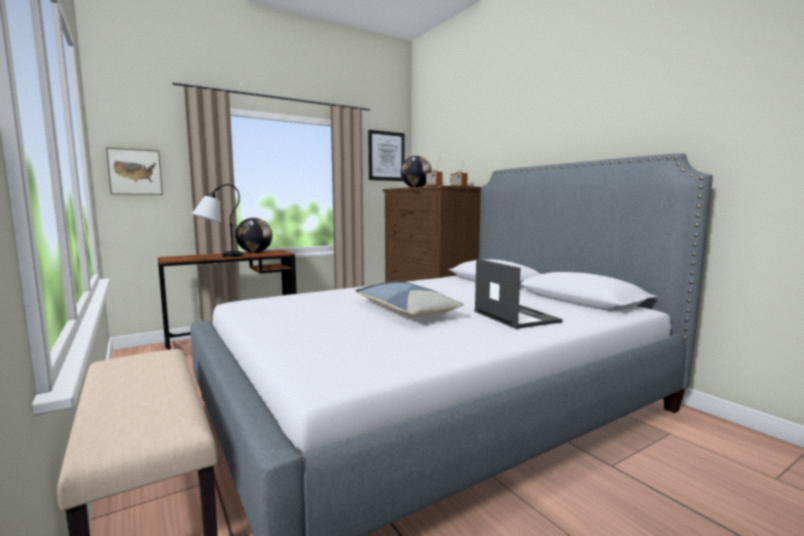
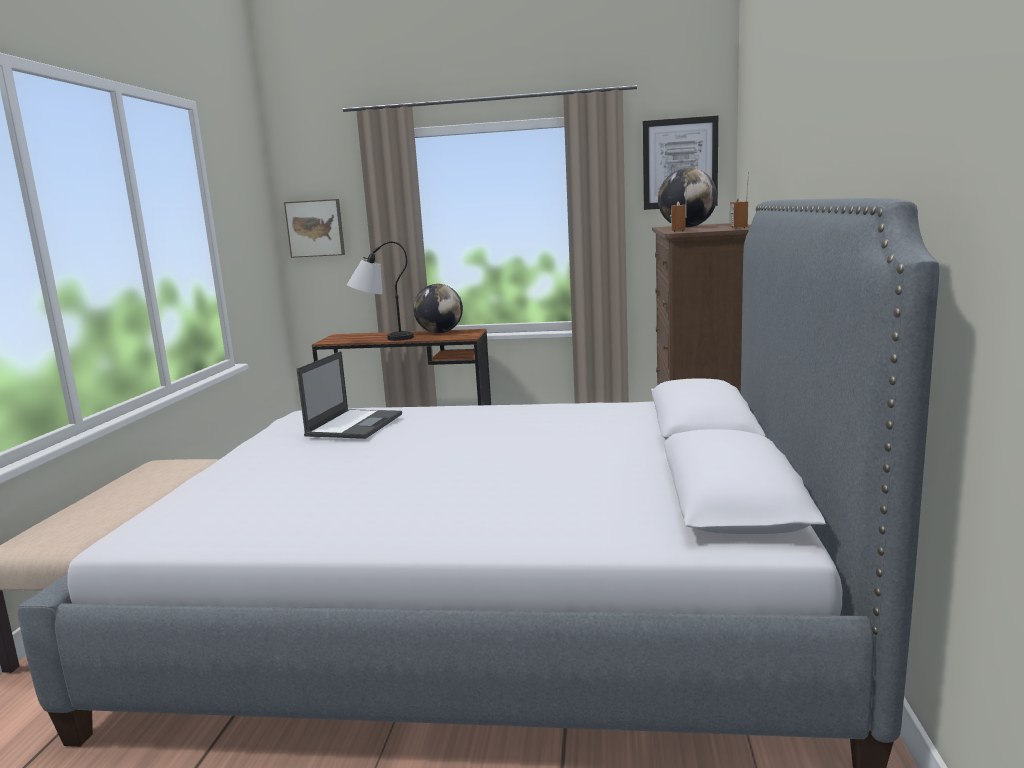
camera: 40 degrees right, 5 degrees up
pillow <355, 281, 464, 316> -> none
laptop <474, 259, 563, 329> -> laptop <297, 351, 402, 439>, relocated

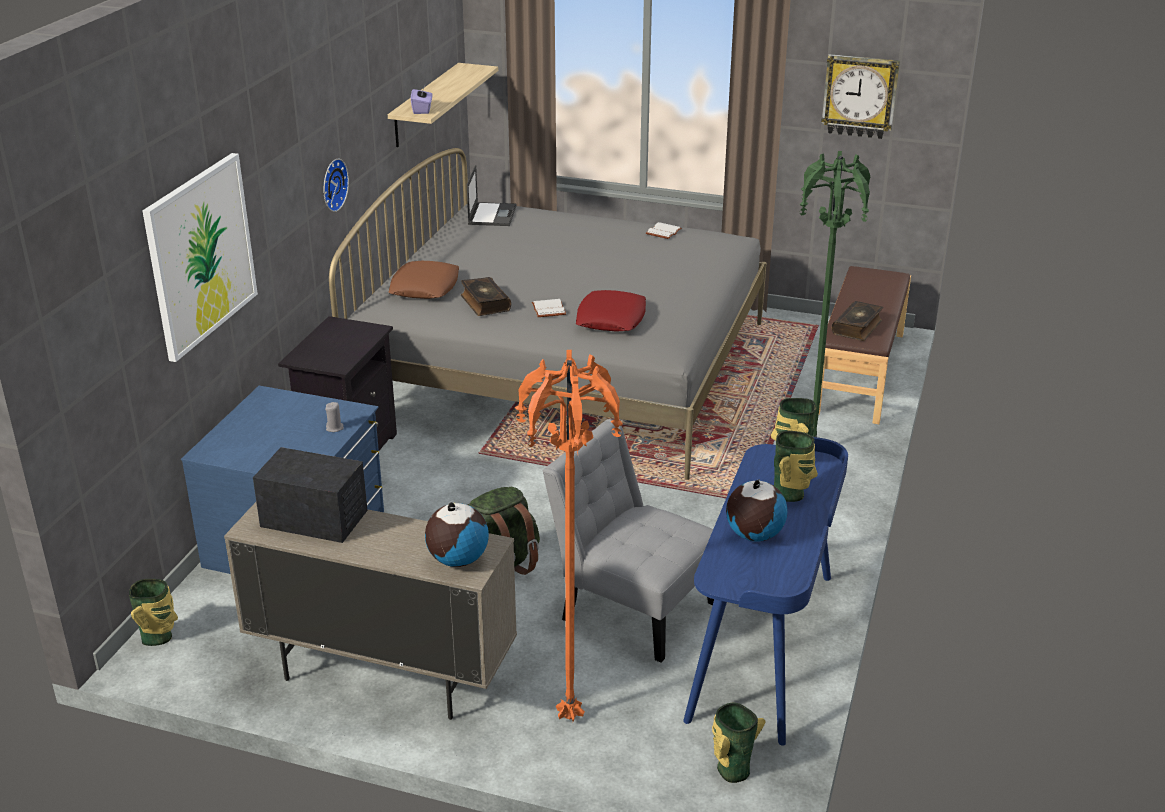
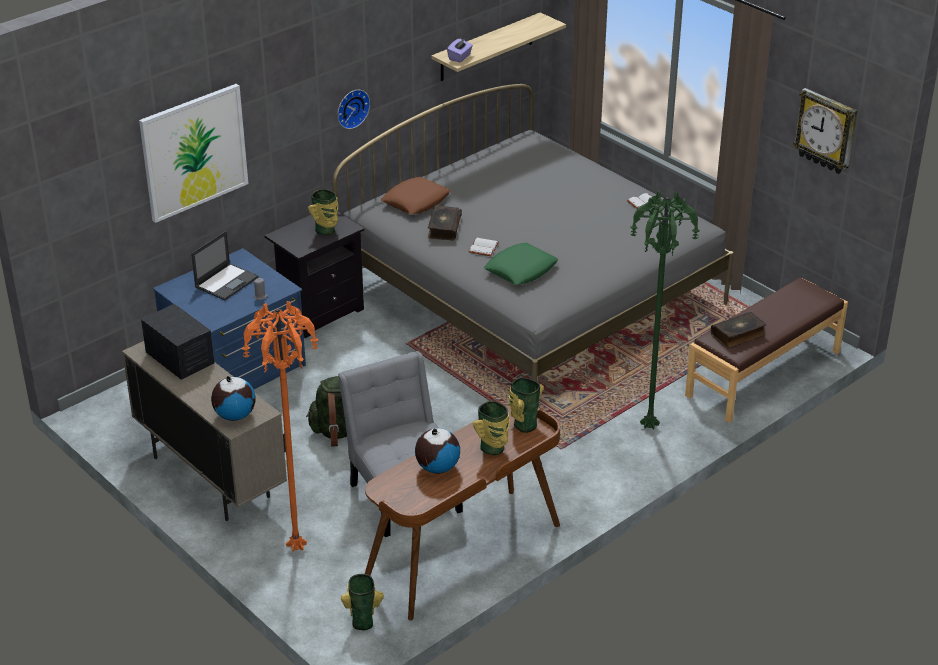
camera: 30 degrees right, 5 degrees up
vase <129, 579, 178, 646> -> vase <308, 189, 338, 235>, relocated
laptop <467, 165, 517, 226> -> laptop <191, 231, 259, 300>, relocated
pillow (red) <576, 290, 646, 331> -> pillow (green) <484, 243, 558, 285>
desk (blue) <683, 437, 848, 745> -> desk (brown) <365, 405, 560, 621>

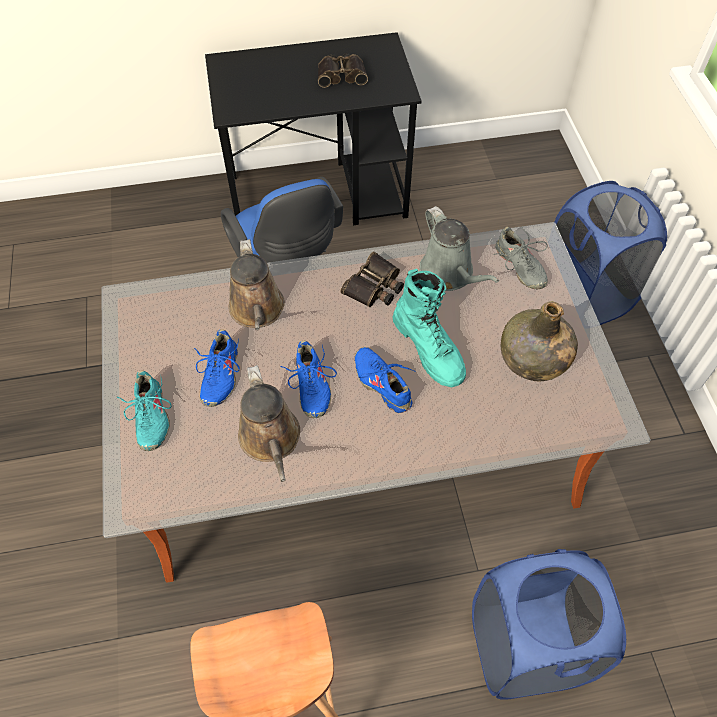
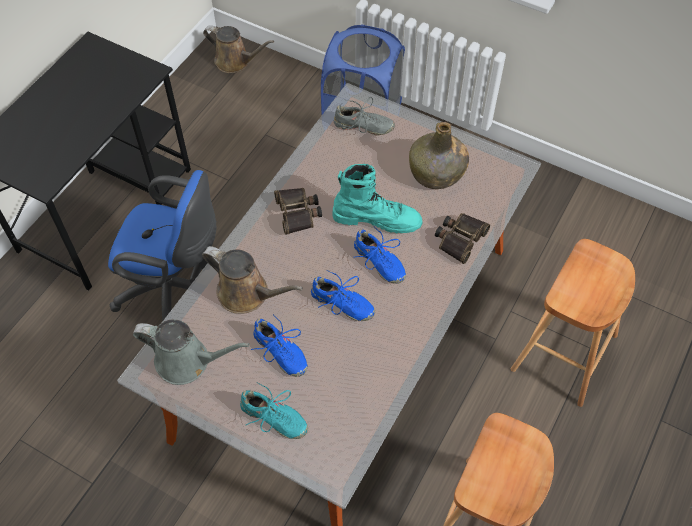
camera: 50 degrees left, 0 degrees up
watering can (brown) <238, 365, 300, 482> -> watering can (brown) <203, 25, 274, 73>, relocated
binoculars <318, 53, 368, 88> -> binoculars <435, 213, 490, 264>, relocated
watering can (grey) <419, 206, 499, 291> -> watering can (grey) <133, 319, 250, 385>, relocated
laundry basket (blue) <472, 549, 626, 700> -> stool (brown) <511, 239, 635, 407>
shoe (blue) <355, 347, 416, 413> -> shoe (blue) <353, 228, 406, 284>, 135 degrees counterclockwise

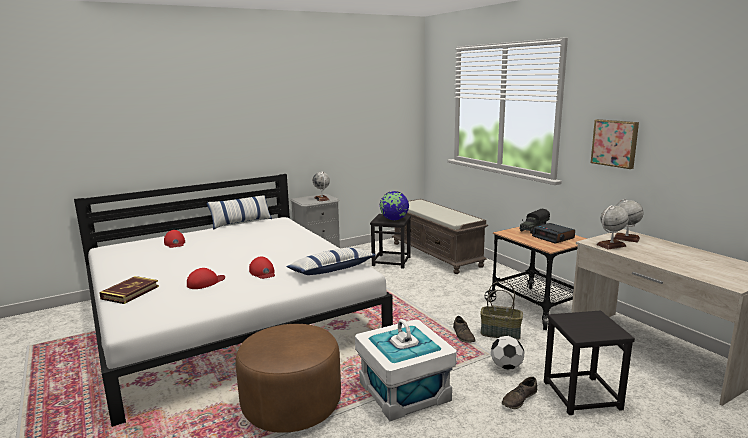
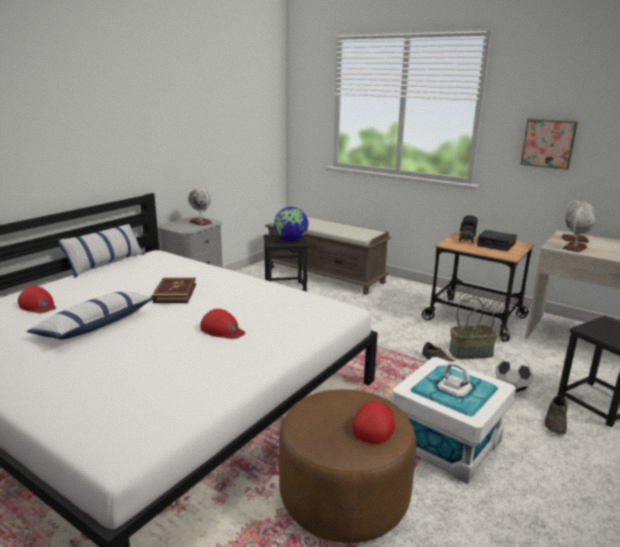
camera: 25 degrees left, 5 degrees up
book <99, 276, 159, 304> -> book <152, 277, 196, 303>, relocated
cap (red) <187, 268, 225, 289> -> cap (red) <352, 401, 395, 444>, relocated
pillow <286, 248, 376, 275> -> pillow <26, 291, 155, 340>, relocated

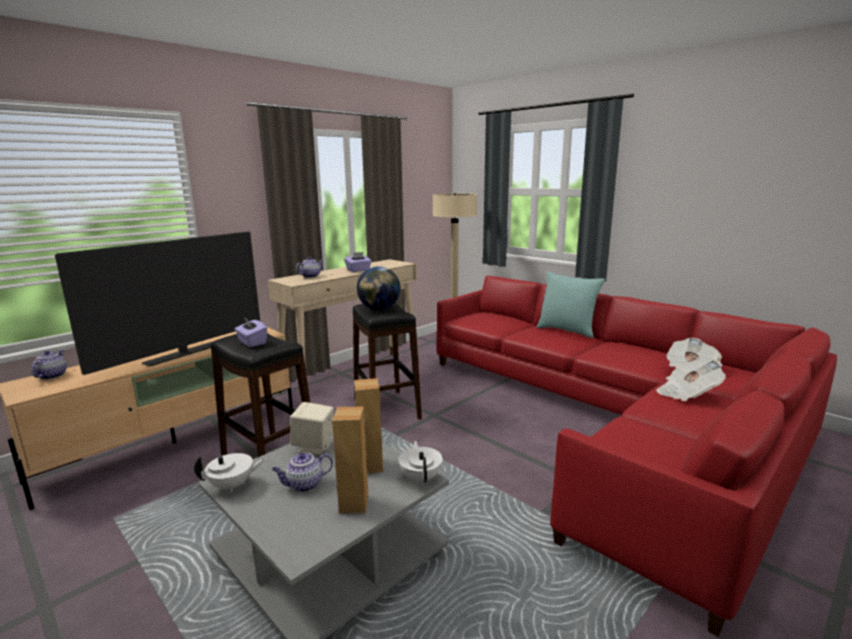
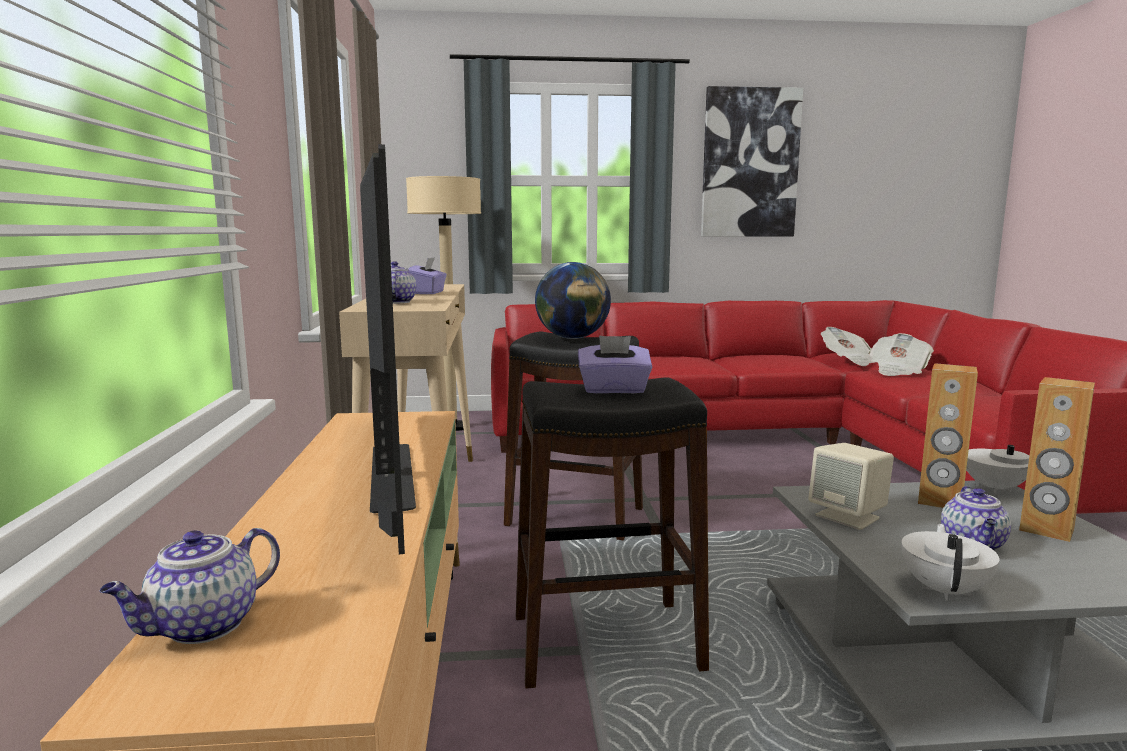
camera: 50 degrees left, 5 degrees down
pillow (turquoise) <537, 271, 605, 338> -> none
none -> picture <701, 86, 803, 236>
teapot <31, 350, 67, 380> -> teapot <100, 528, 280, 644>, 90 degrees counterclockwise

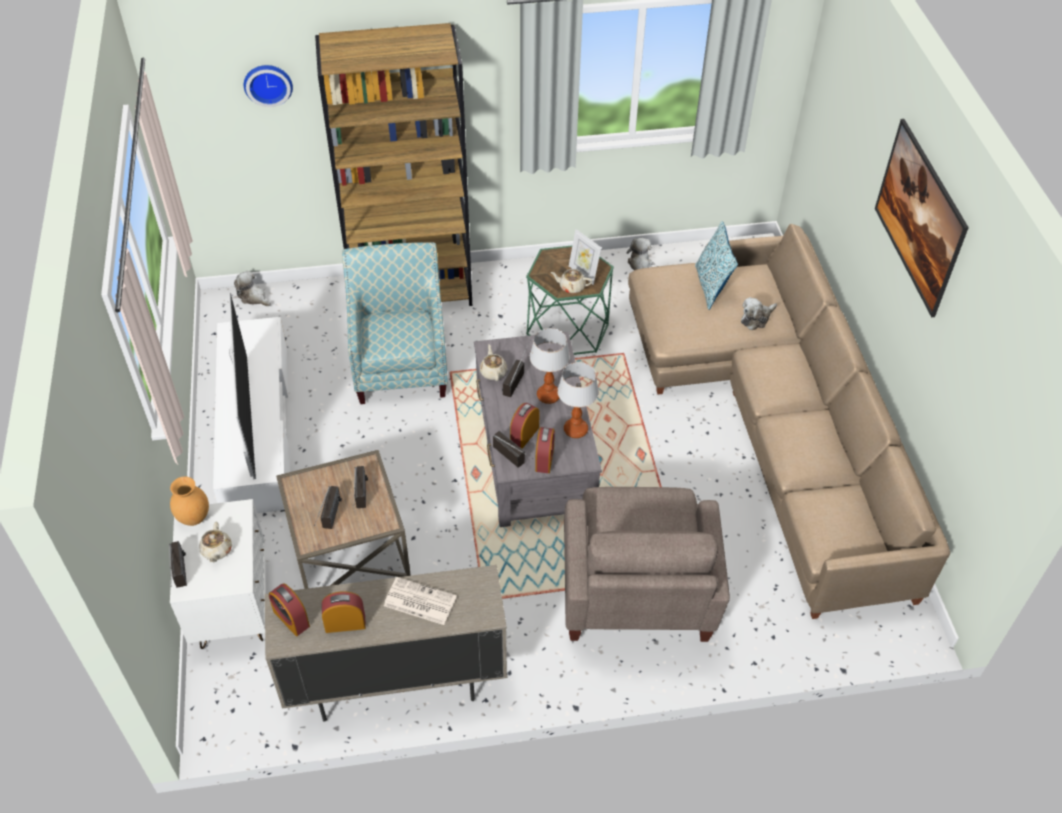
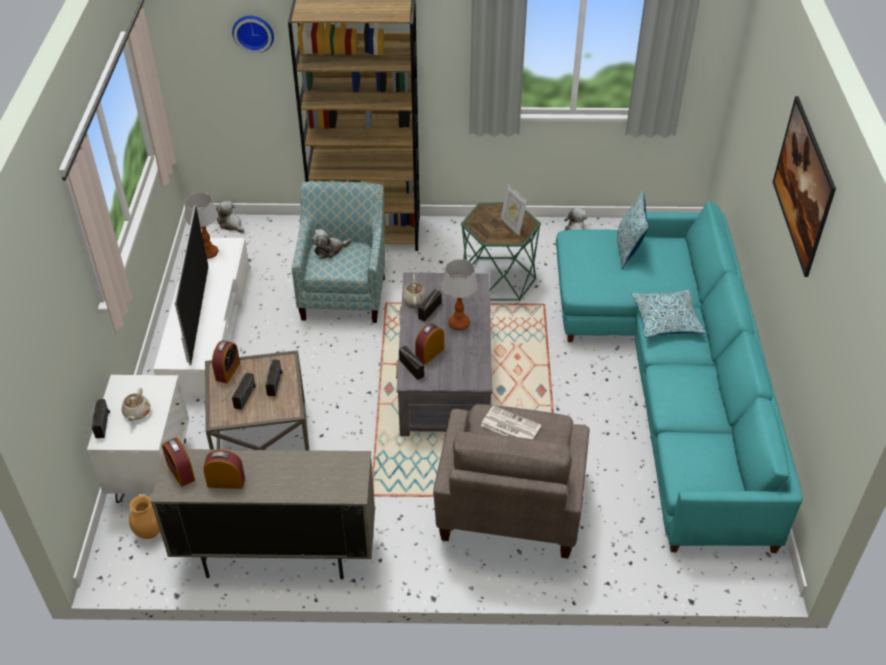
camera: 10 degrees right, 5 degrees down
teapot (beige) <551, 269, 592, 294> -> none
none -> pillow <631, 290, 706, 338>
vase (brown) <170, 477, 209, 526> -> vase (brown) <129, 495, 160, 539>, relocated
newspaper <384, 577, 457, 625> -> newspaper <481, 405, 541, 439>, relocated
alarm clock <535, 427, 555, 473> -> alarm clock <212, 340, 240, 383>, relocated
table lamp <557, 362, 599, 438> -> table lamp <185, 193, 218, 259>, relocated
plush toy <741, 297, 777, 330> -> plush toy <311, 229, 351, 259>, relocated
sofa (beige) <628, 224, 950, 619> -> sofa (turquoise) <556, 201, 803, 553>

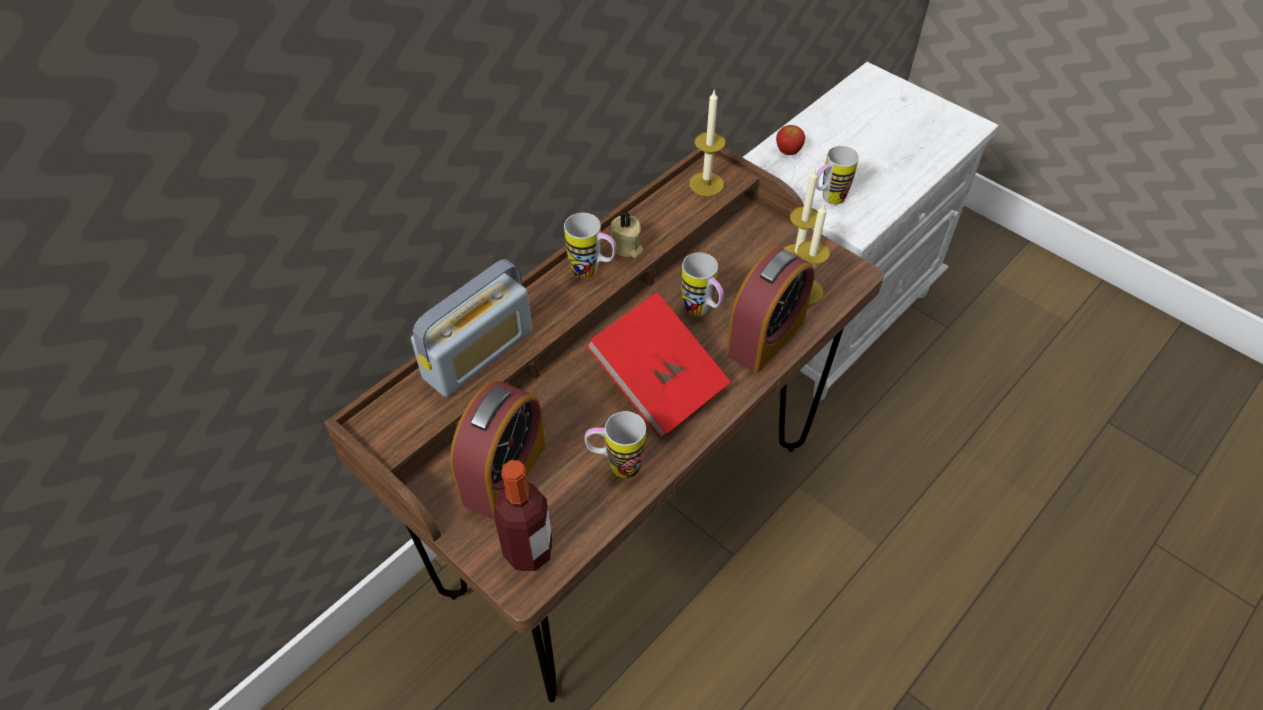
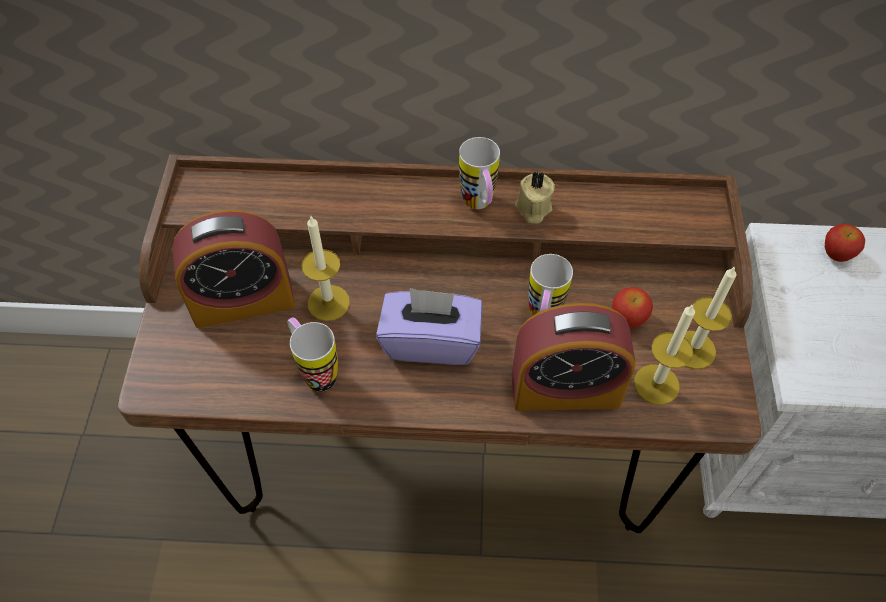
camera: 50 degrees right, 5 degrees up
radio <411, 259, 532, 397> -> none
bottle <494, 460, 552, 572> -> none
mug <816, 146, 859, 205> -> none
none -> apple <612, 287, 653, 328>
candle <689, 89, 726, 196> -> candle <302, 216, 350, 321>, relocated
book (red) <586, 292, 731, 439> -> tissue box (purple) <376, 288, 482, 365>

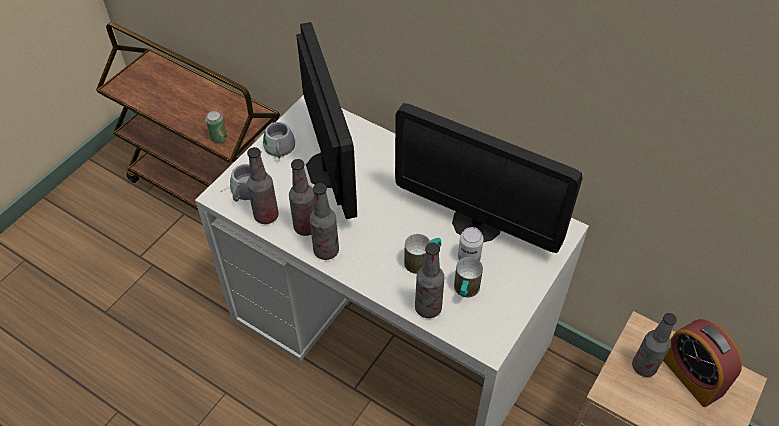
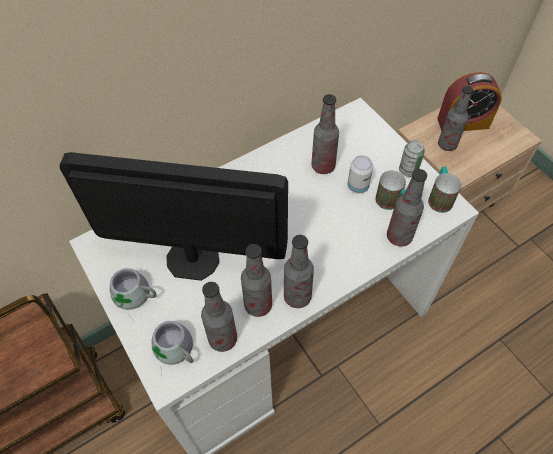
camera: 65 degrees left, 5 degrees up
can <206, 110, 227, 143> -> can <399, 140, 425, 177>, relocated
mug <404, 234, 441, 274> -> mug <428, 166, 461, 213>, relocated
monitor <395, 103, 583, 253> -> bottle <311, 94, 339, 174>

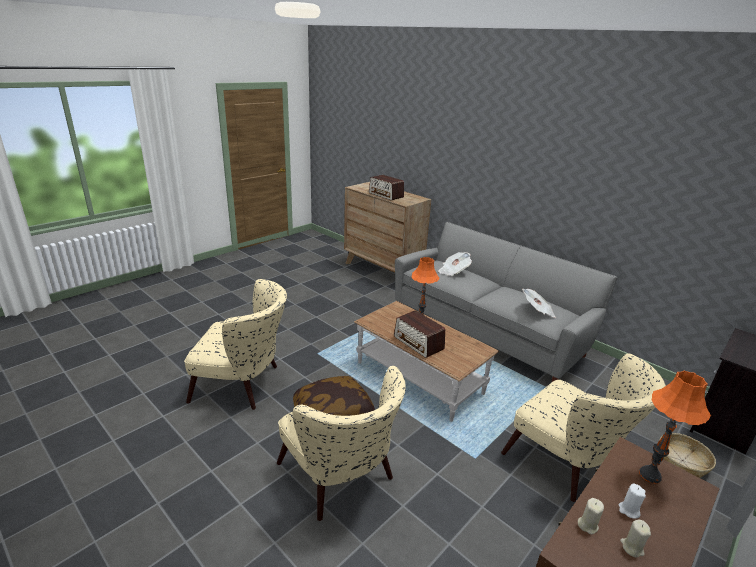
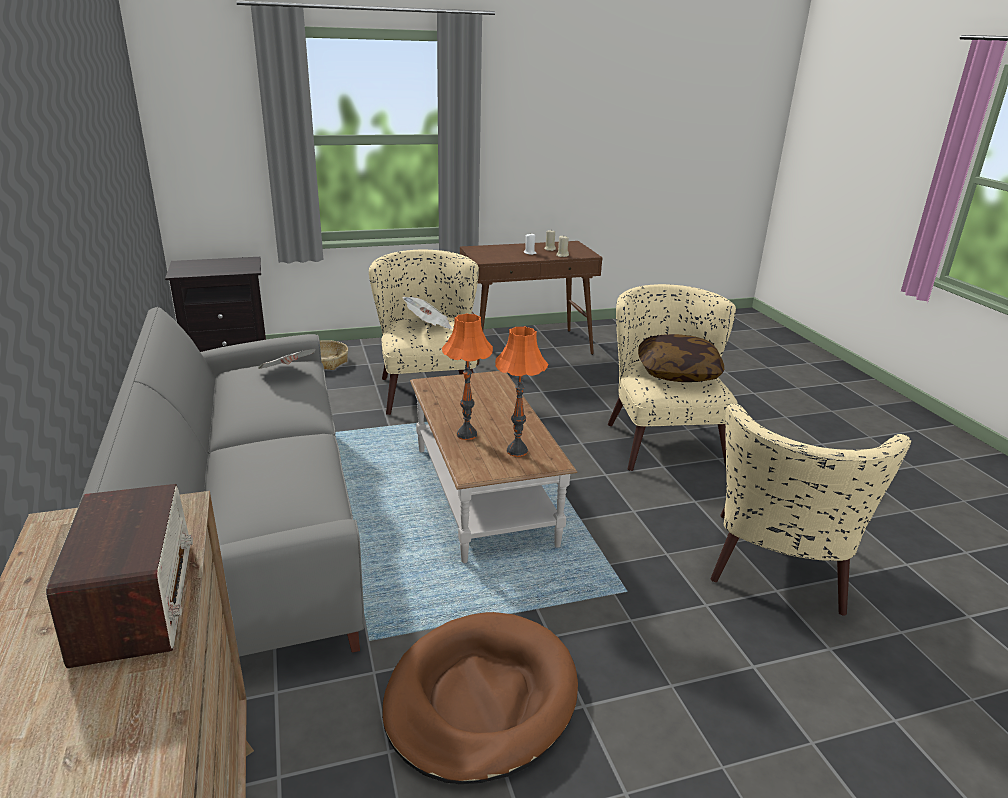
camera: 150 degrees left, 0 degrees up
radio <394, 310, 445, 358> -> none
none -> dog bed (brown) <382, 612, 578, 784>
newspaper <438, 252, 472, 276> -> newspaper <403, 297, 452, 329>, relocated
table lamp (orange) <639, 370, 711, 484> -> table lamp (orange) <495, 326, 548, 457>, relocated
armchair (beige) <184, 279, 287, 410> -> armchair (beige) <711, 404, 911, 616>, 105 degrees counterclockwise

